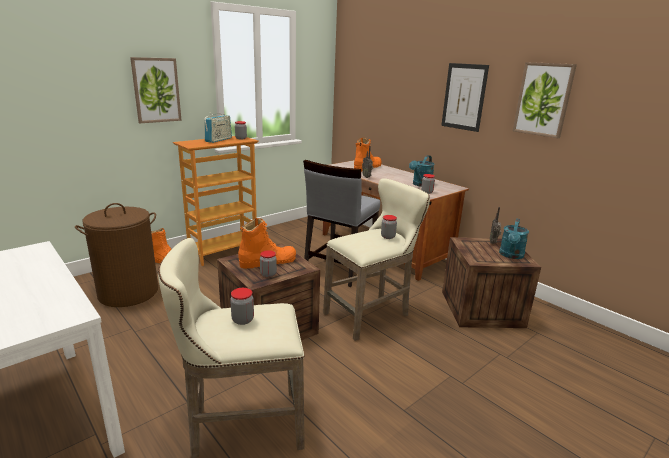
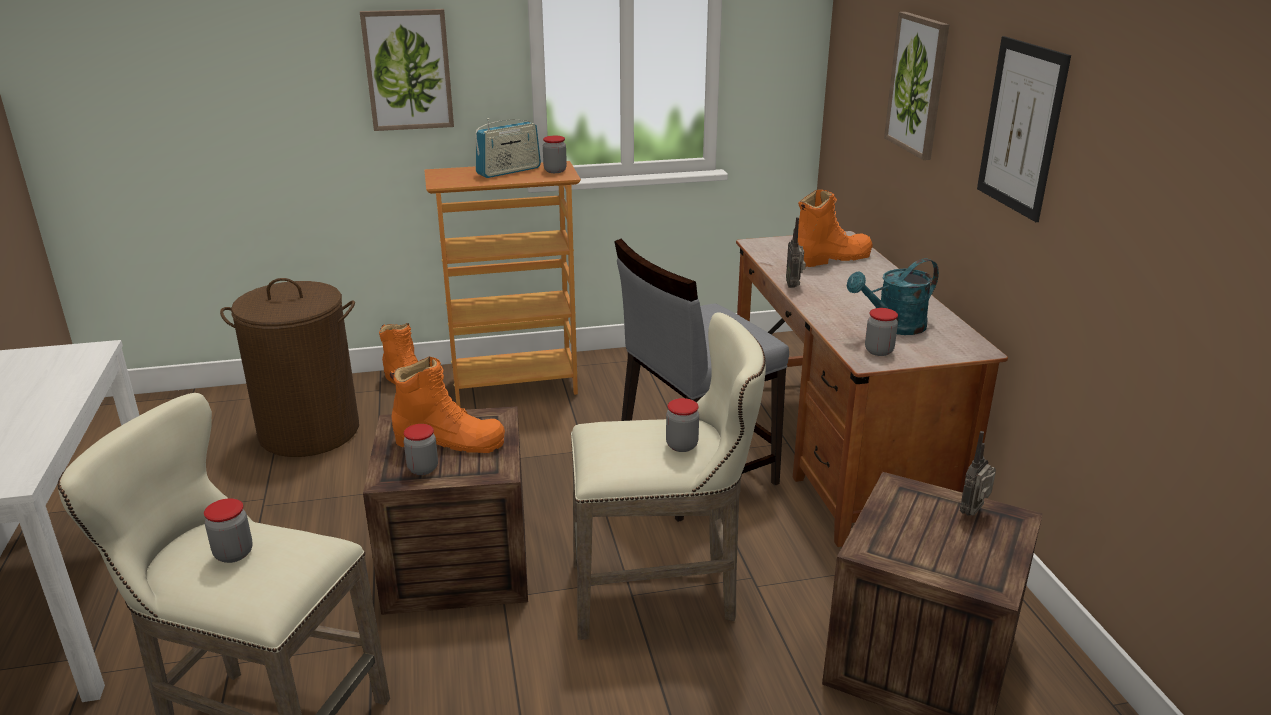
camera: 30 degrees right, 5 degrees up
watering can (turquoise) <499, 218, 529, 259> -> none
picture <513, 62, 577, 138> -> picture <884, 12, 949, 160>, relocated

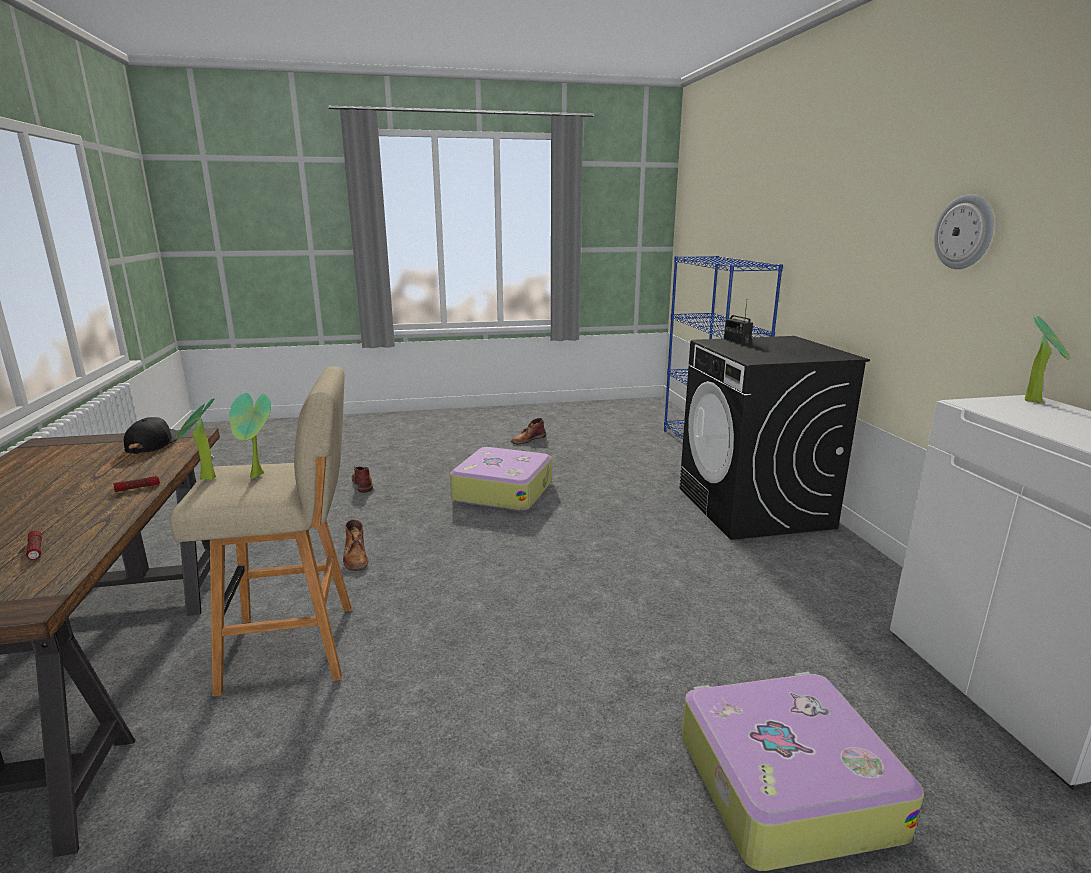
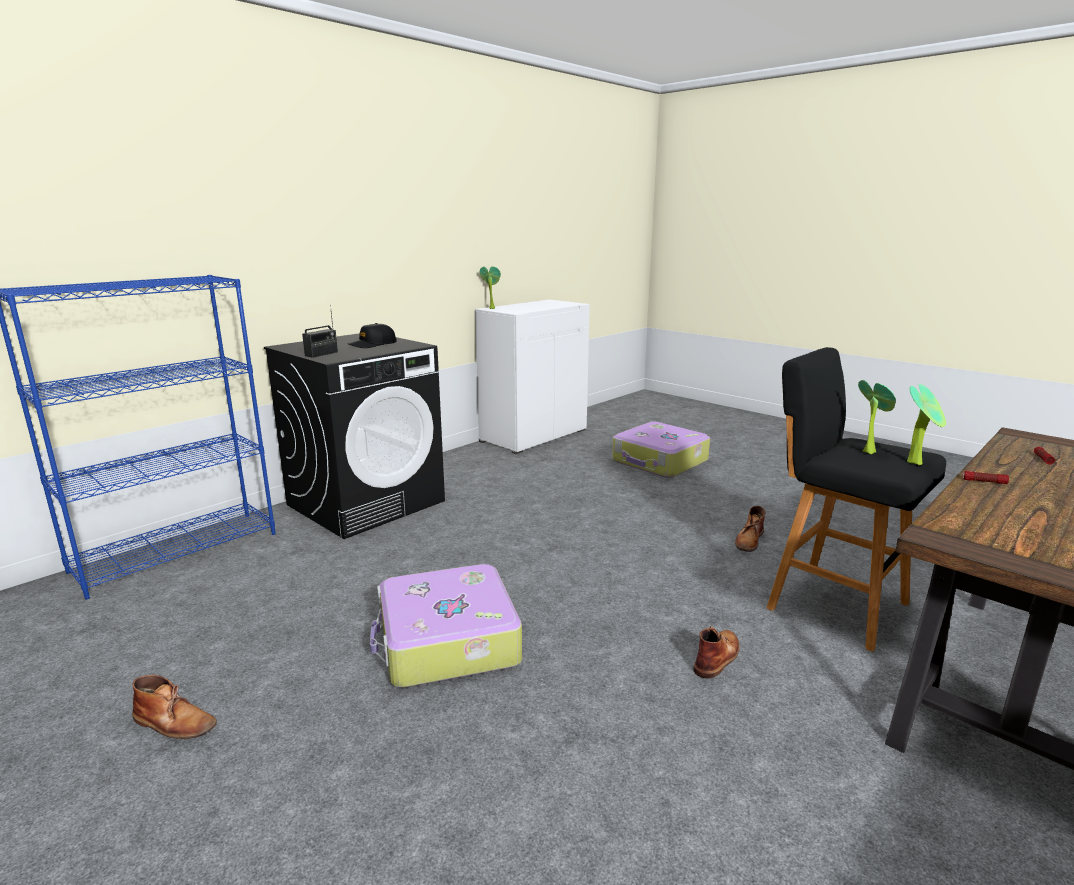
camera: 125 degrees left, 0 degrees up
wall clock <934, 194, 994, 269> -> none
cap (black) <124, 417, 178, 454> -> cap (black) <347, 323, 397, 348>, relocated
boot (brown) <352, 466, 373, 493> -> boot (brown) <735, 506, 765, 552>, relocated
stool (beige) <170, 366, 352, 696> -> stool (black) <767, 347, 946, 652>

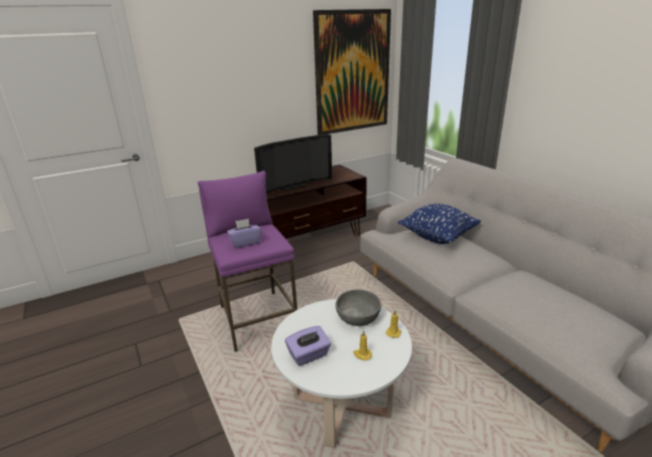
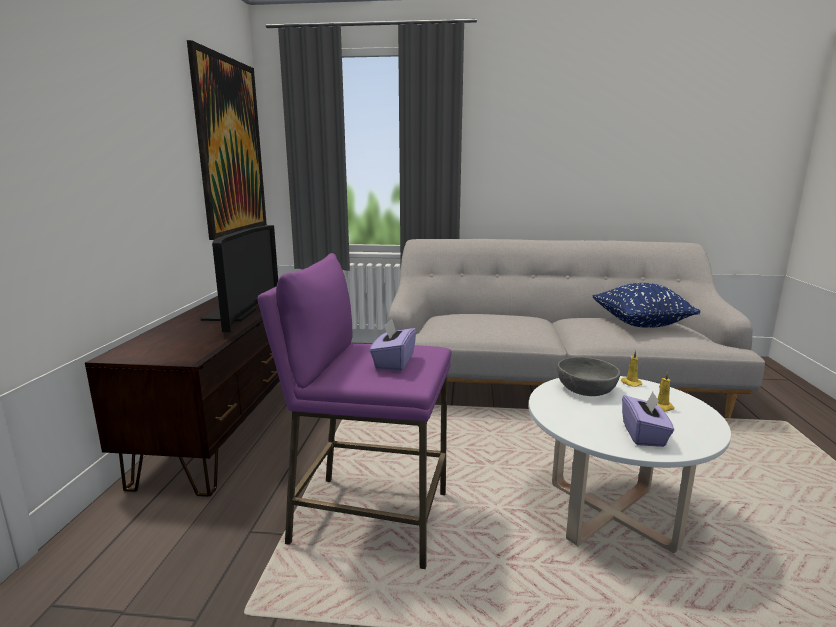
camera: 55 degrees left, 10 degrees down
pillow (blue) <398, 204, 481, 244> -> pillow (blue) <593, 283, 700, 328>, relocated

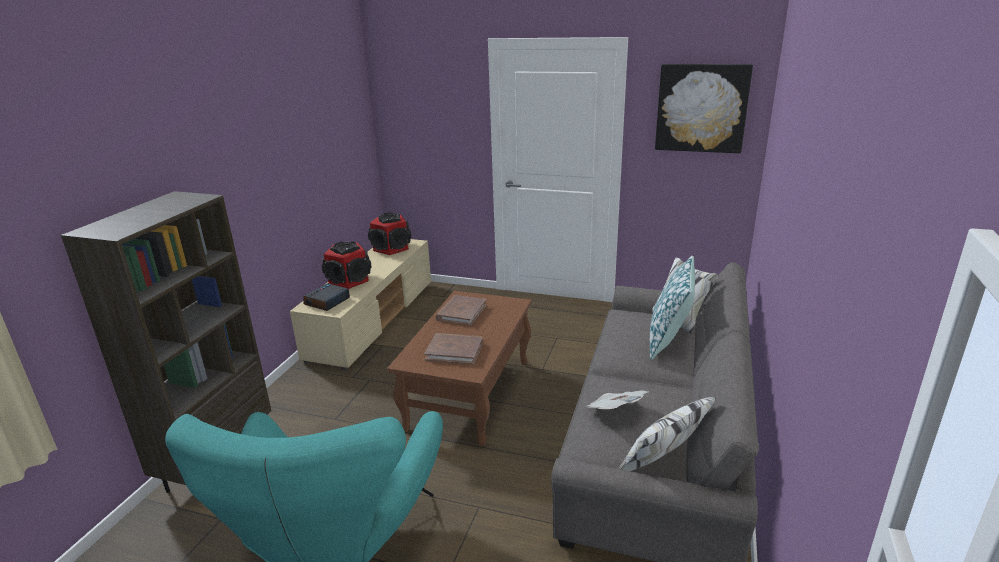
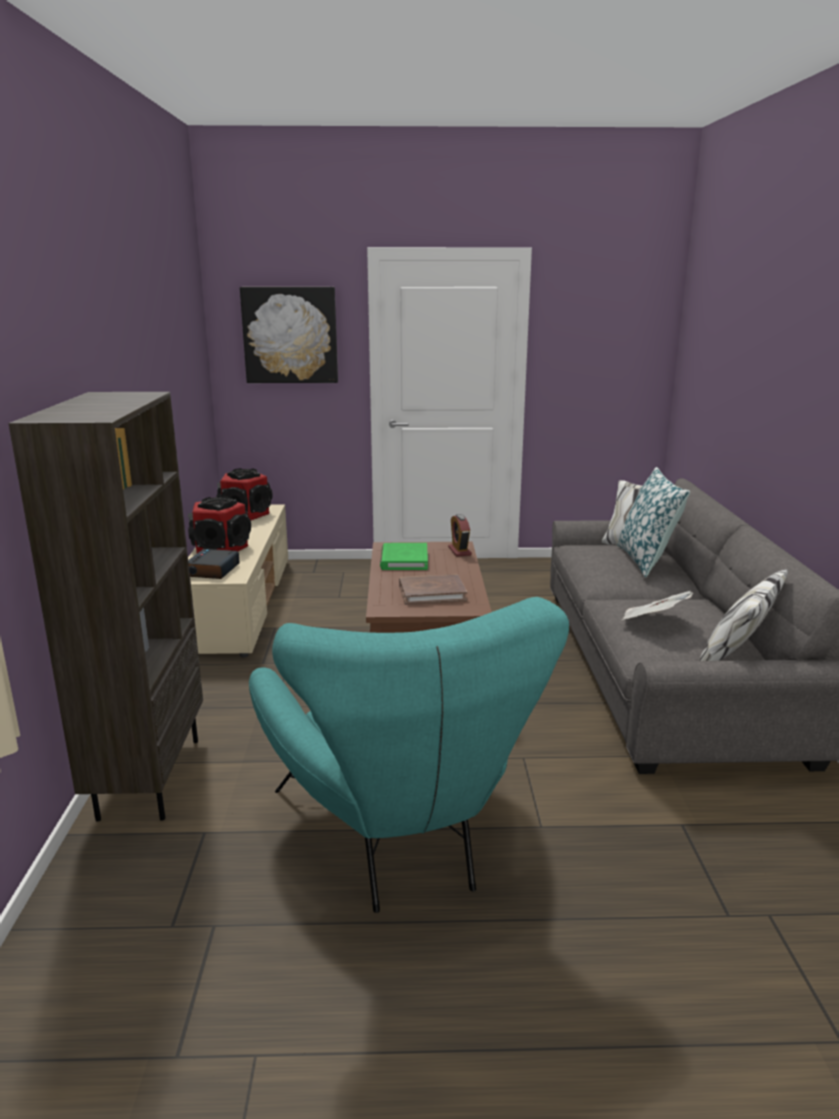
camera: 20 degrees left, 5 degrees down
none -> alarm clock <448, 514, 472, 557>
picture <655, 64, 753, 153> -> picture <240, 287, 338, 383>, relocated
book (brown) <435, 295, 487, 326> -> book (green) <380, 543, 428, 570>

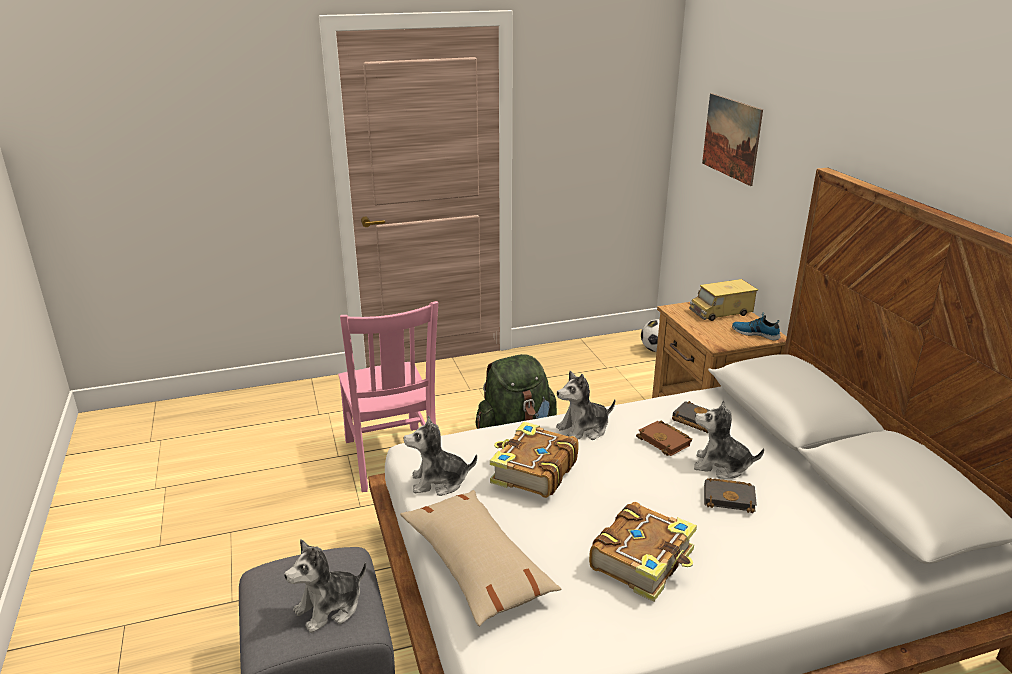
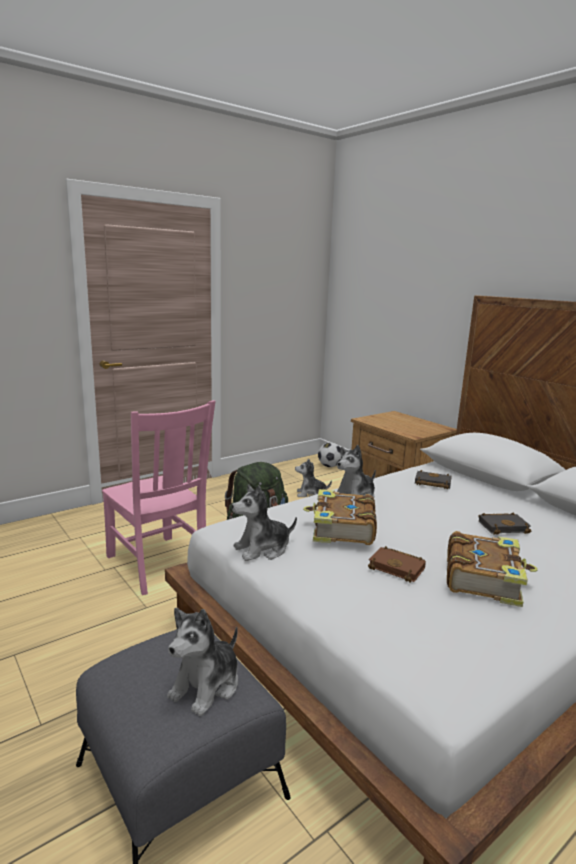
camera: 20 degrees left, 10 degrees down
pillow (beige) <400, 490, 561, 626> -> none
toy truck <689, 279, 758, 321> -> none
picture <702, 93, 763, 186> -> none
shoe <732, 312, 780, 341> -> none
book (brown) <636, 421, 692, 456> -> book (brown) <368, 546, 426, 583>, relocated
plush toy <694, 400, 764, 479> -> plush toy <295, 459, 332, 497>, relocated

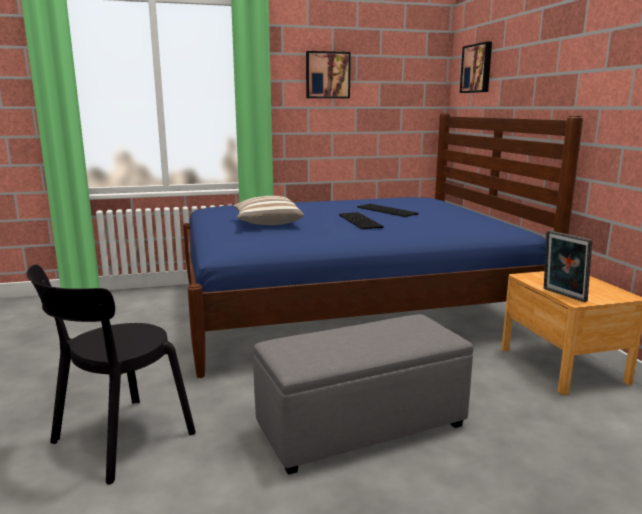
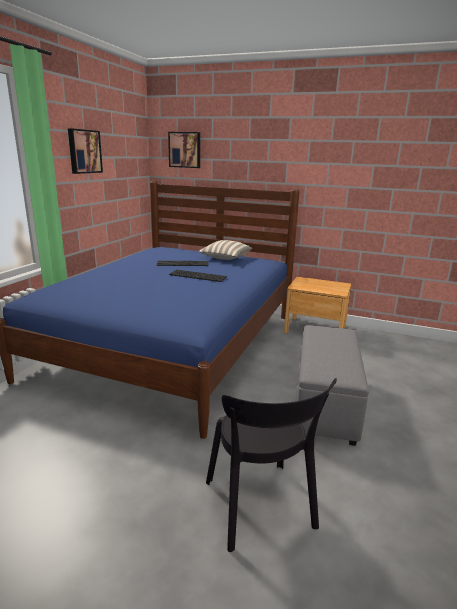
camera: 55 degrees left, 5 degrees up
picture frame <544, 230, 592, 302> -> none
pillow <234, 196, 304, 225> -> pillow <198, 240, 252, 260>, relocated

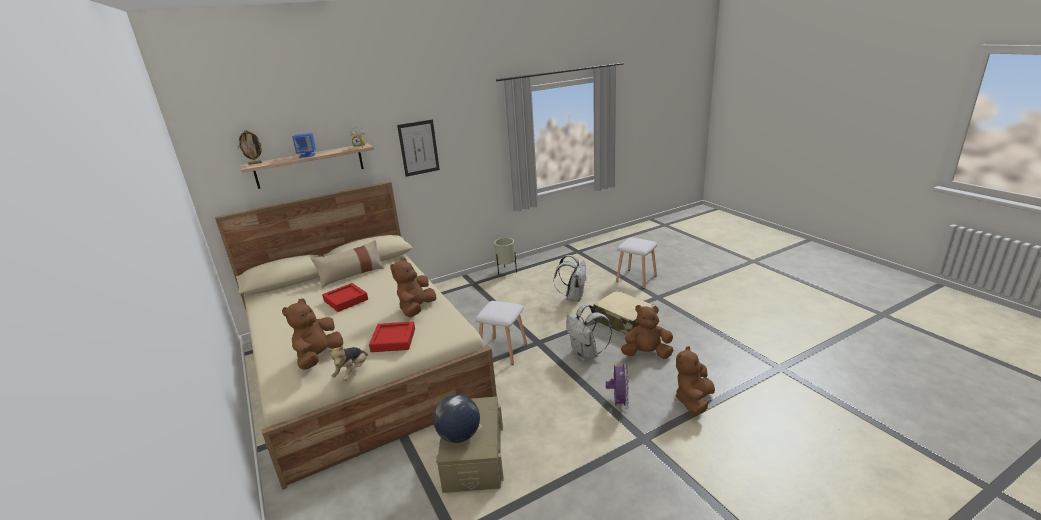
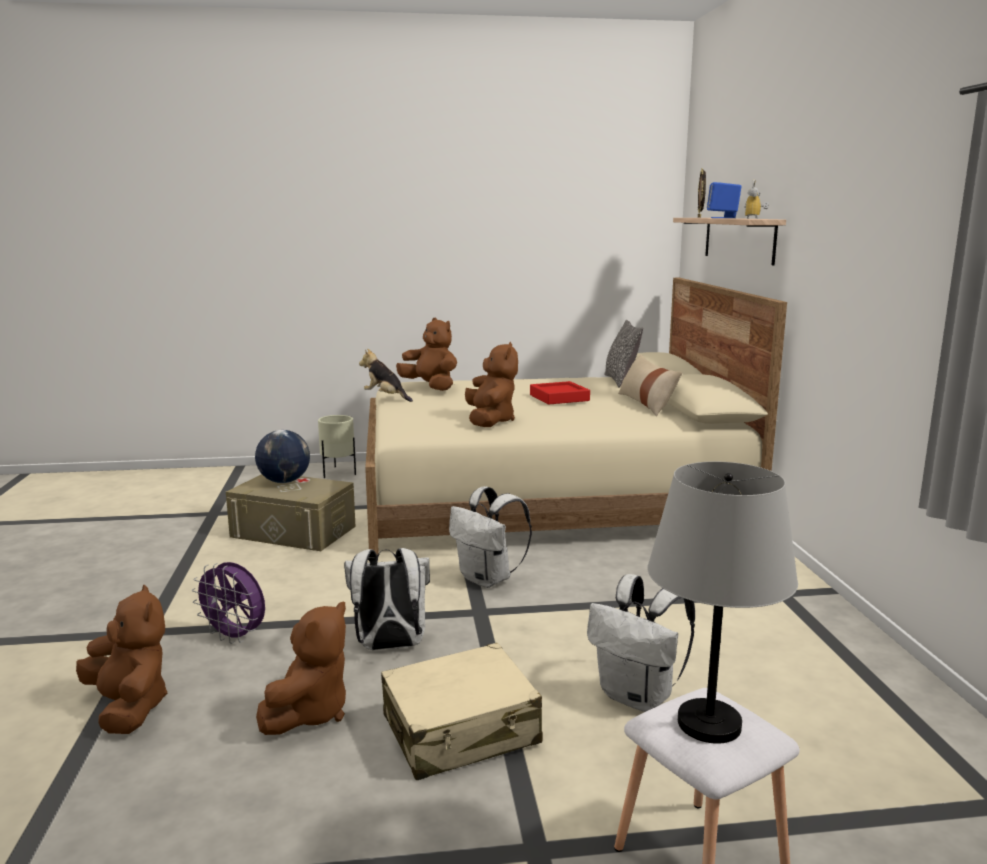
camera: 110 degrees right, 10 degrees down
tray (red) <369, 321, 415, 352> -> none
picture <397, 119, 440, 177> -> none
none -> pillow <604, 320, 643, 388>
none -> table lamp (grey) <647, 462, 798, 744>
planter (beige) <494, 238, 517, 275> -> planter (beige) <318, 415, 356, 478>, relocated
stool (white) <475, 301, 527, 365> -> backpack (white) <449, 486, 532, 588>
plush toy (brown) <390, 258, 436, 317> -> plush toy (brown) <465, 342, 518, 427>, 45 degrees clockwise

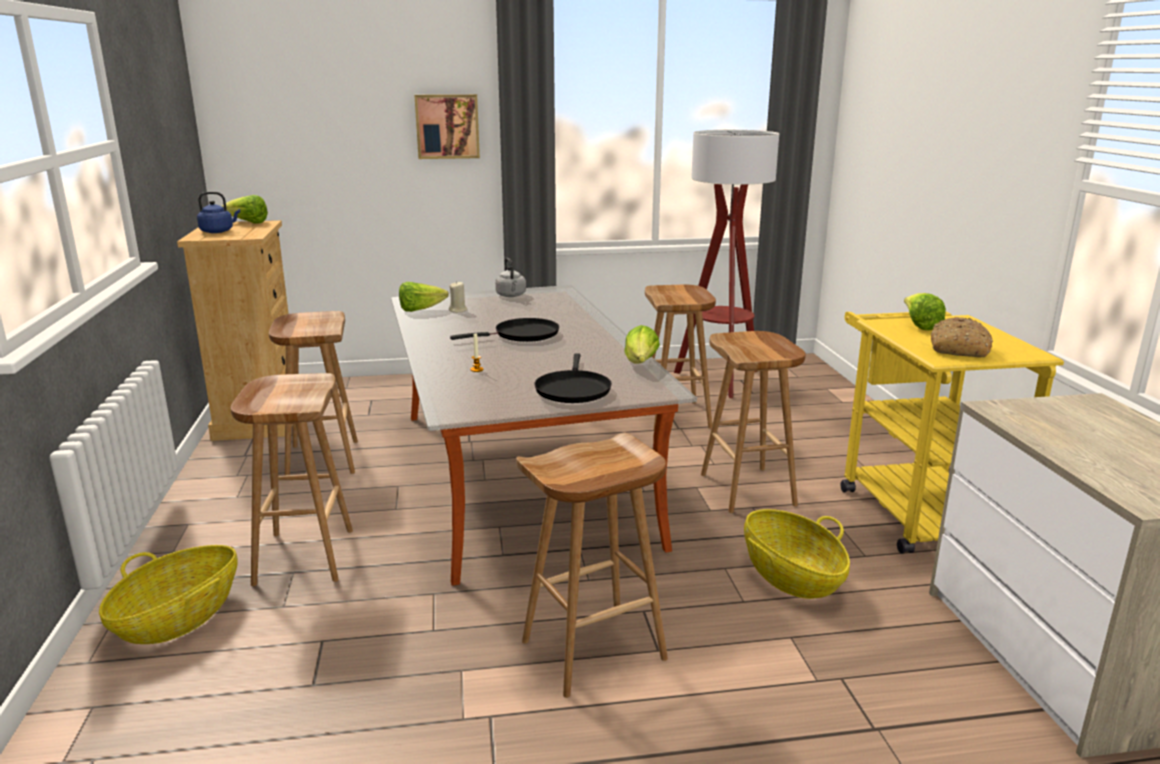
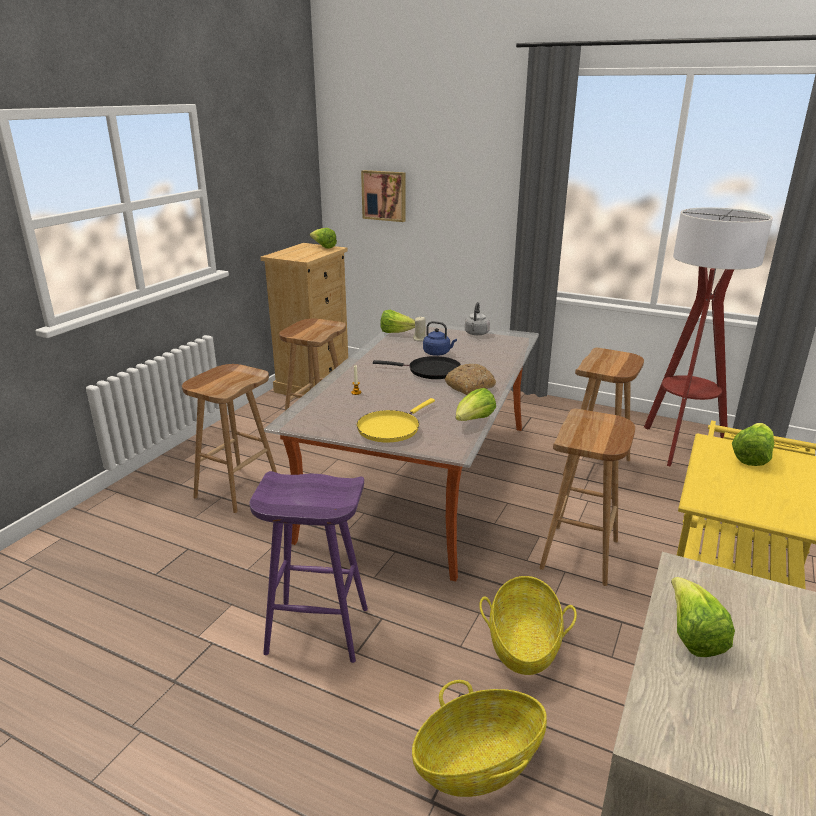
camera: 35 degrees right, 5 degrees up
none -> lettuce <671, 577, 735, 657>
basket <99, 545, 238, 644> -> basket <412, 680, 547, 797>, relocated
kettle (blue) <197, 192, 240, 233> -> kettle (blue) <423, 321, 457, 356>, relocated
picture <414, 94, 480, 159> -> picture <361, 170, 406, 222>, relocated
bread <931, 317, 993, 357> -> bread <445, 364, 496, 395>, relocated
stool (brown) <516, 433, 668, 698> -> stool (purple) <249, 471, 368, 663>
frying pan (black) <535, 353, 612, 403> -> frying pan (yellow) <357, 398, 435, 442>

